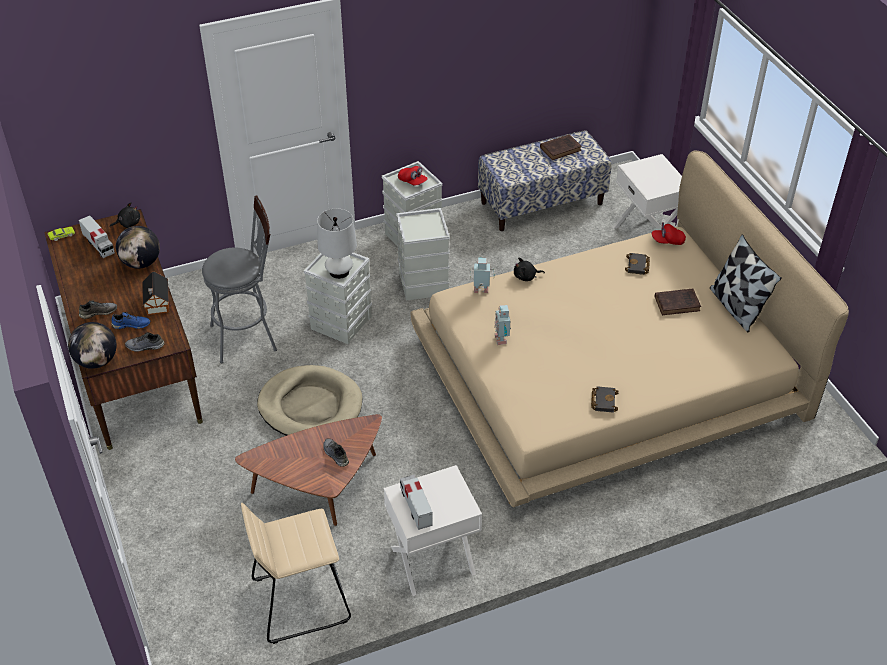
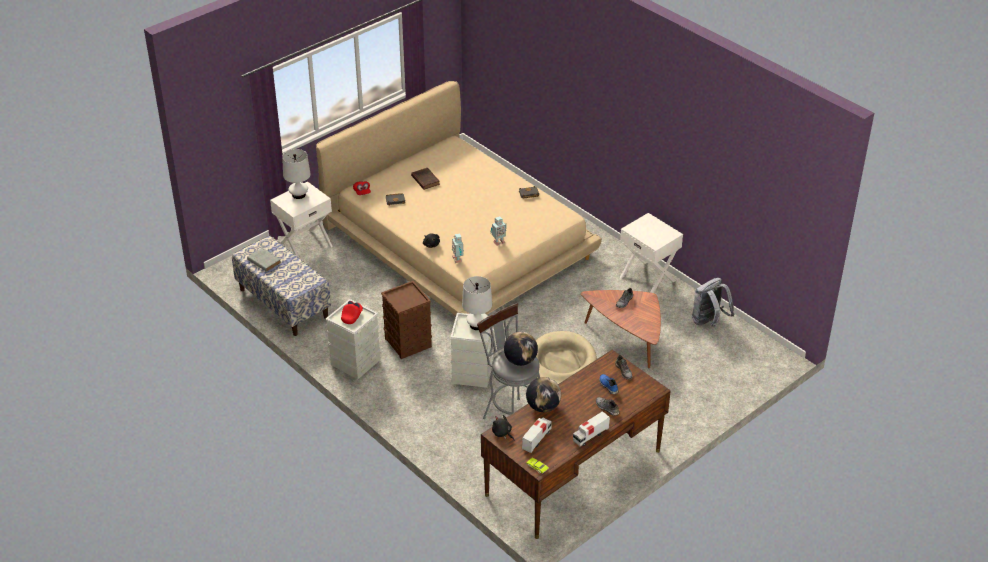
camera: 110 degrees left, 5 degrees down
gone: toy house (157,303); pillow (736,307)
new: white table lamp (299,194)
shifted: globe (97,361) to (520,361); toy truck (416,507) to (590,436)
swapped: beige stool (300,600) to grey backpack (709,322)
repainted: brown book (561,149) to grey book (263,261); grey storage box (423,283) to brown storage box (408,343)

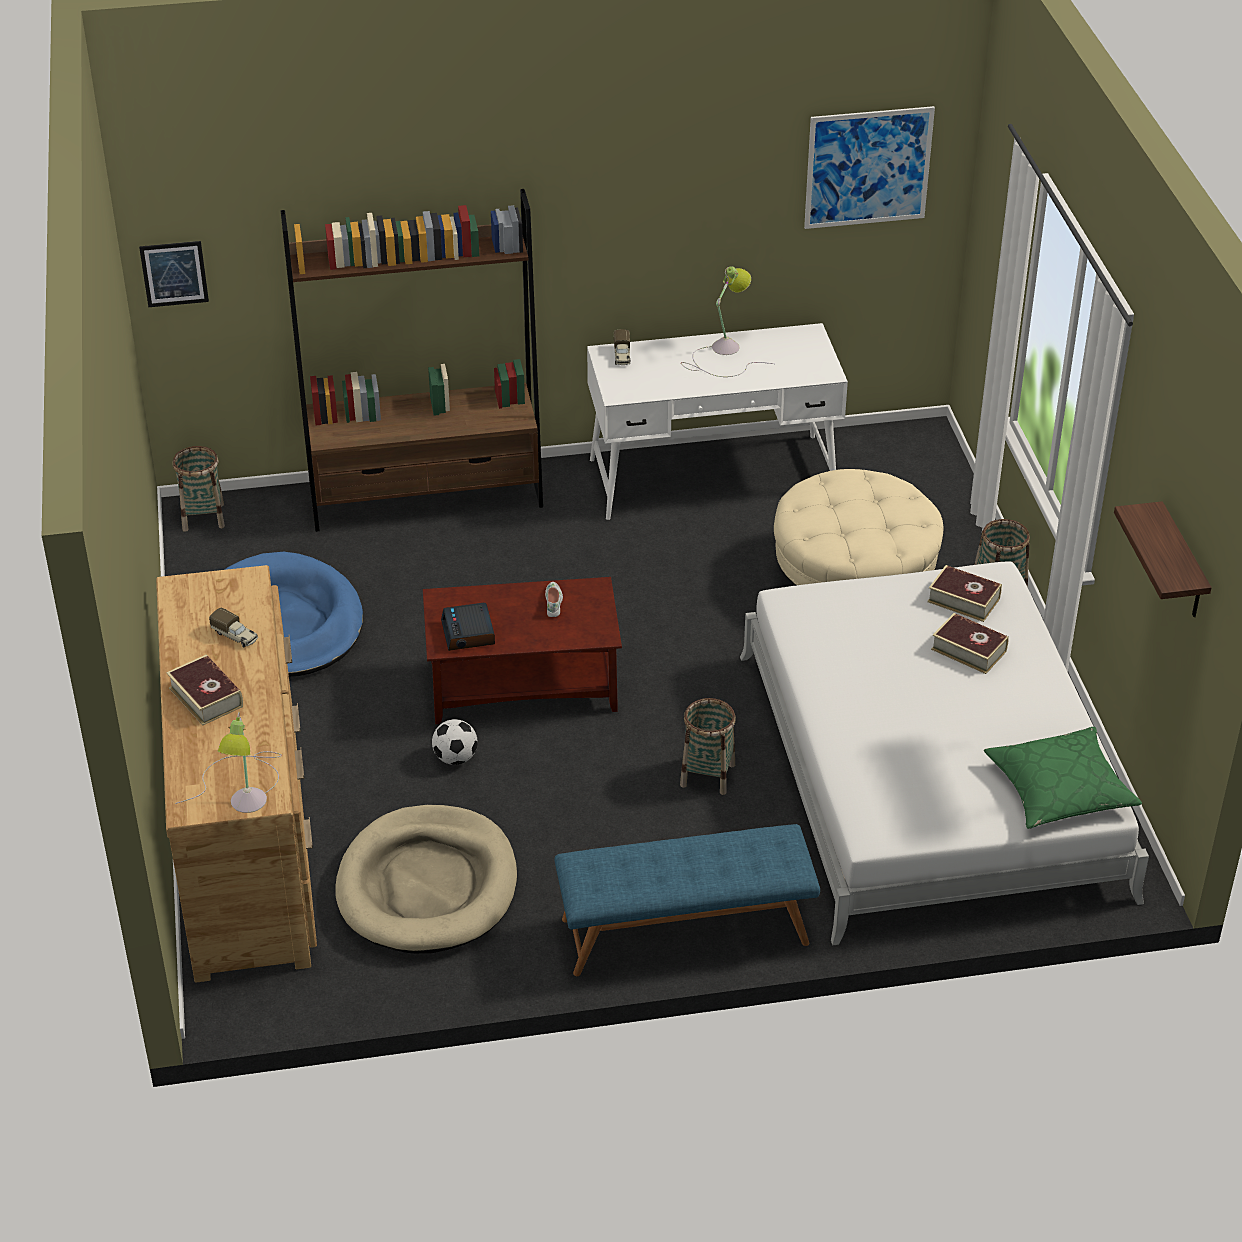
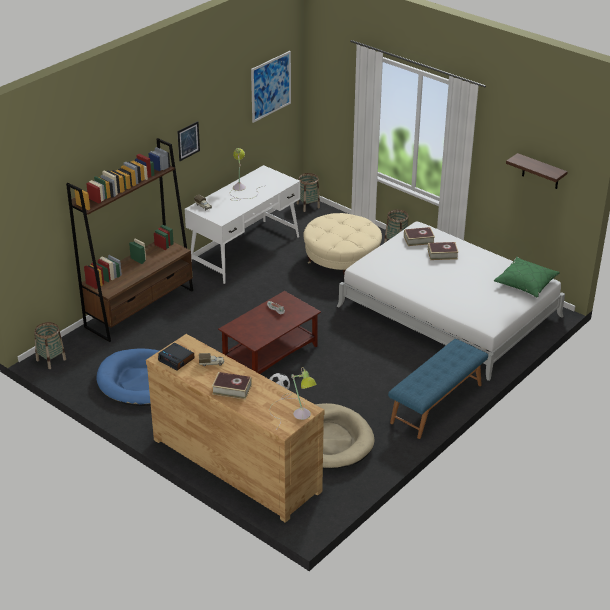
camera: 40 degrees left, 5 degrees down
shifted: alarm clock (469,633) to (176,359); picture (174,273) to (188,141); basket (708,775) to (308,205)

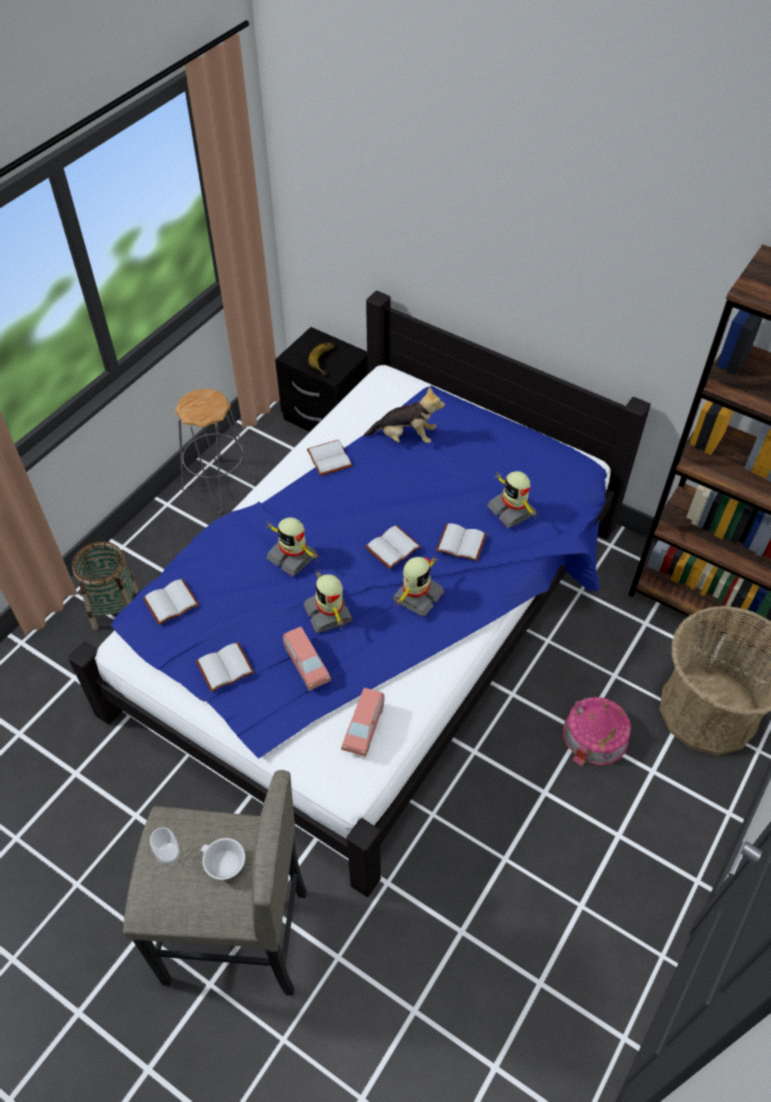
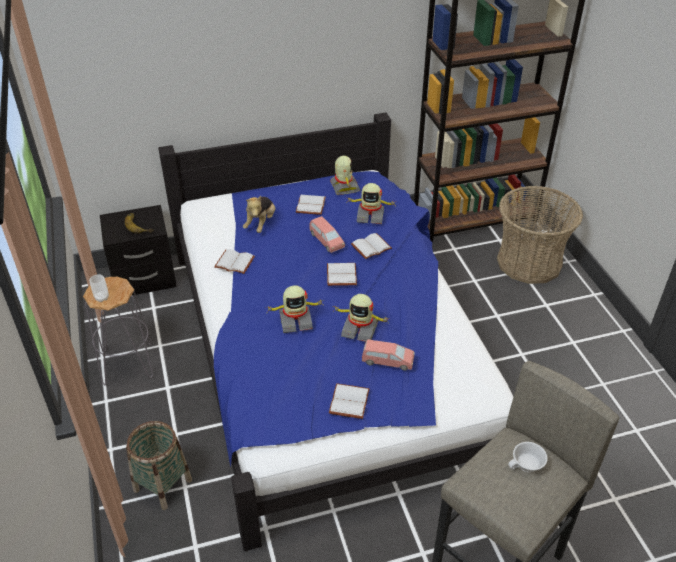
camera: 50 degrees left, 10 degrees down
gone: toy house (595,735)
shifted: cup (168,854) to (102,298); white book (171,604) to (311,206); pink toy car (364,727) to (326,240); toy robot (416,596) to (344,187)
rotated: plush toy (405,437) = (261,223) 150 degrees clockwise

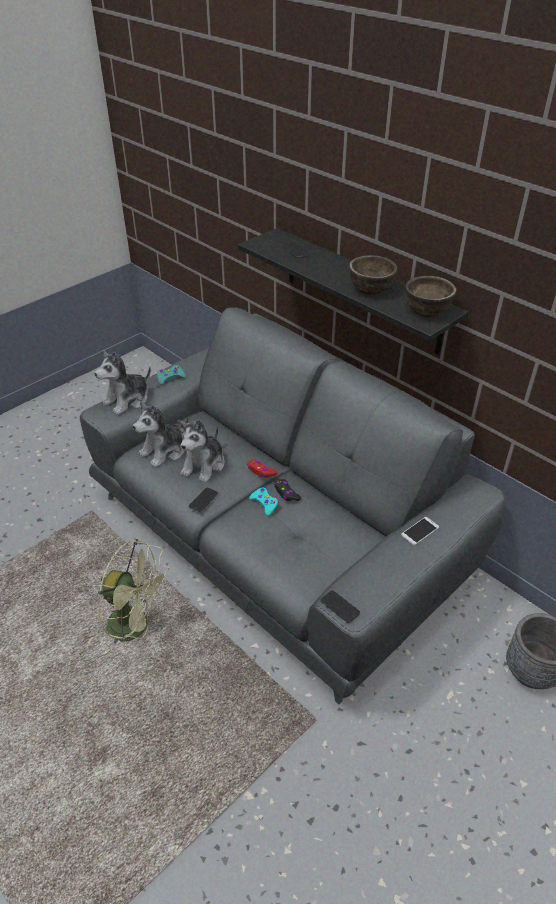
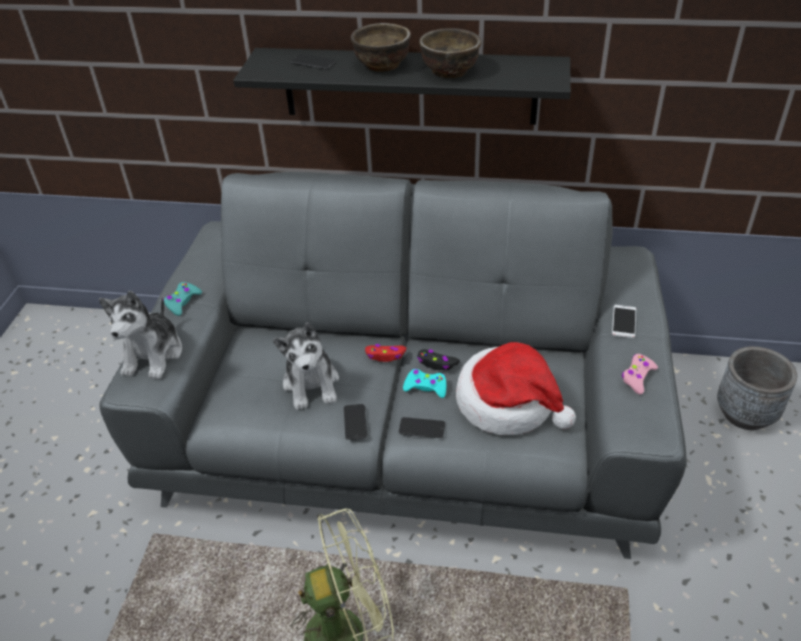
camera: 35 degrees left, 0 degrees up
gone: plush toy (164,451)
new: hat (508,403); pink game controller (637,377)
shifted: brown bowl (427,310) to (382,65); phone (340,607) to (422,428)

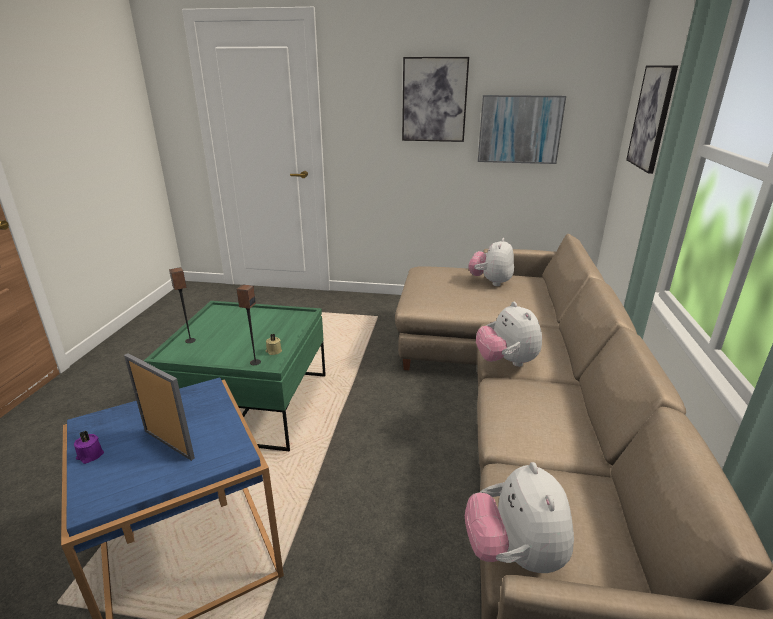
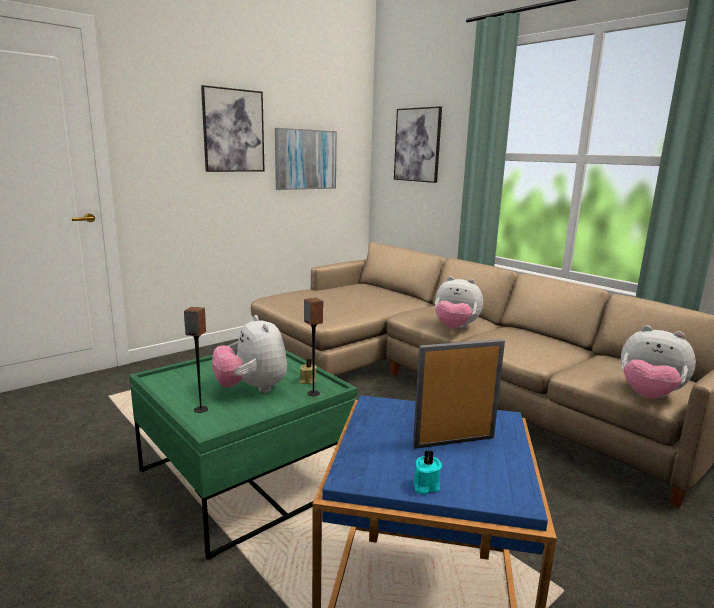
camera: 50 degrees left, 10 degrees down
shifted: plush toy (490,282) to (252,389)
repainted: purple candle (90,455) to turquoise candle (425,486)

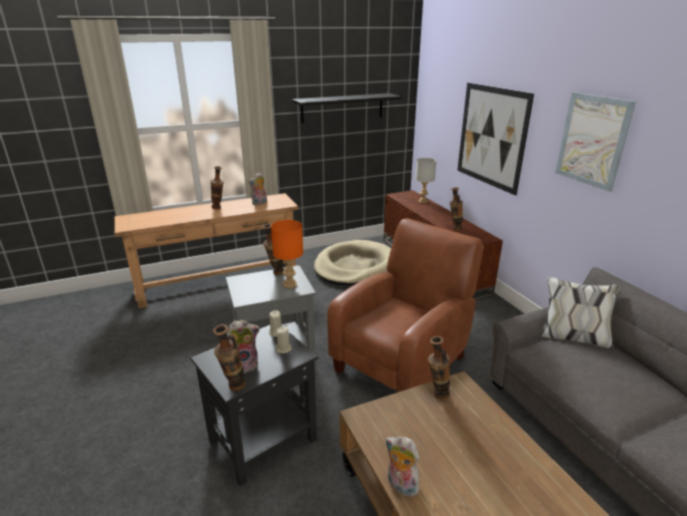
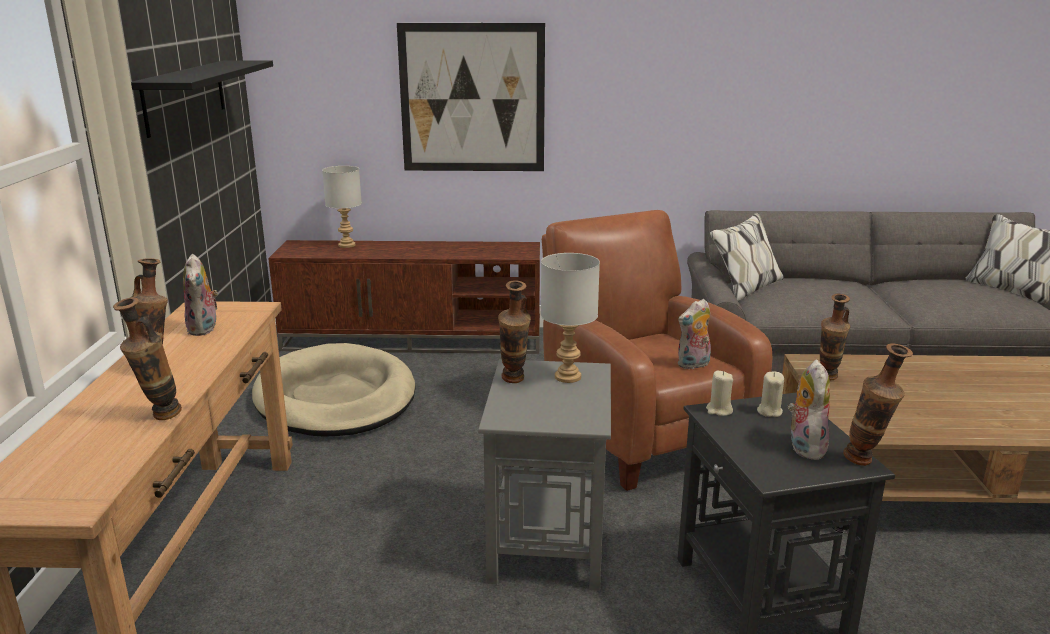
camera: 65 degrees left, 5 degrees down
gone: picture (592,140)
shifted: vase (454,229) to (158,418); plush toy (400,485) to (693,365)
repainted: orange table lamp (289,285) to grey table lamp (568,377)

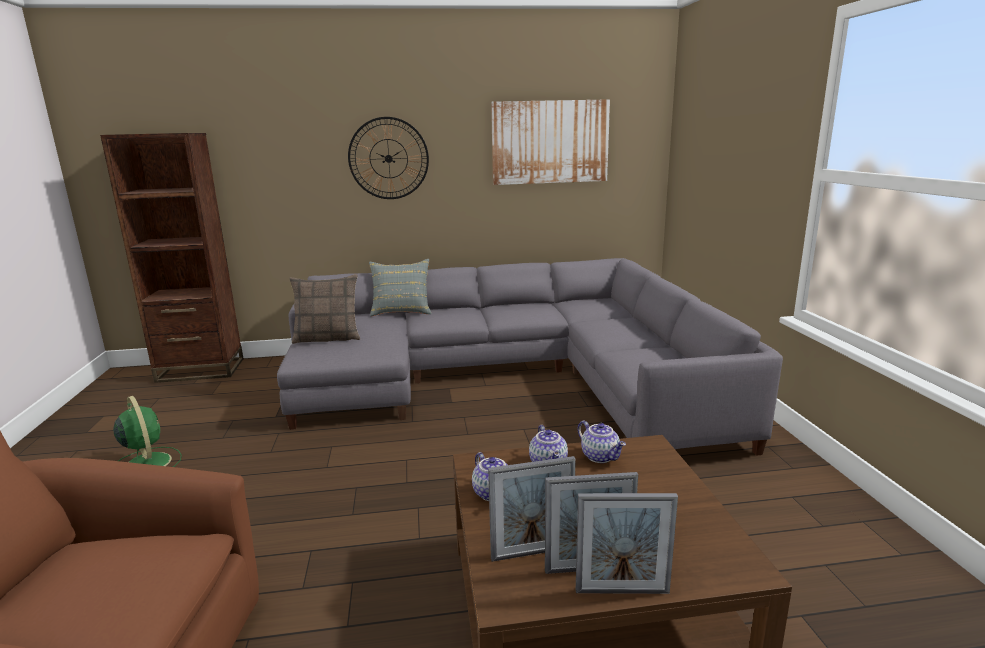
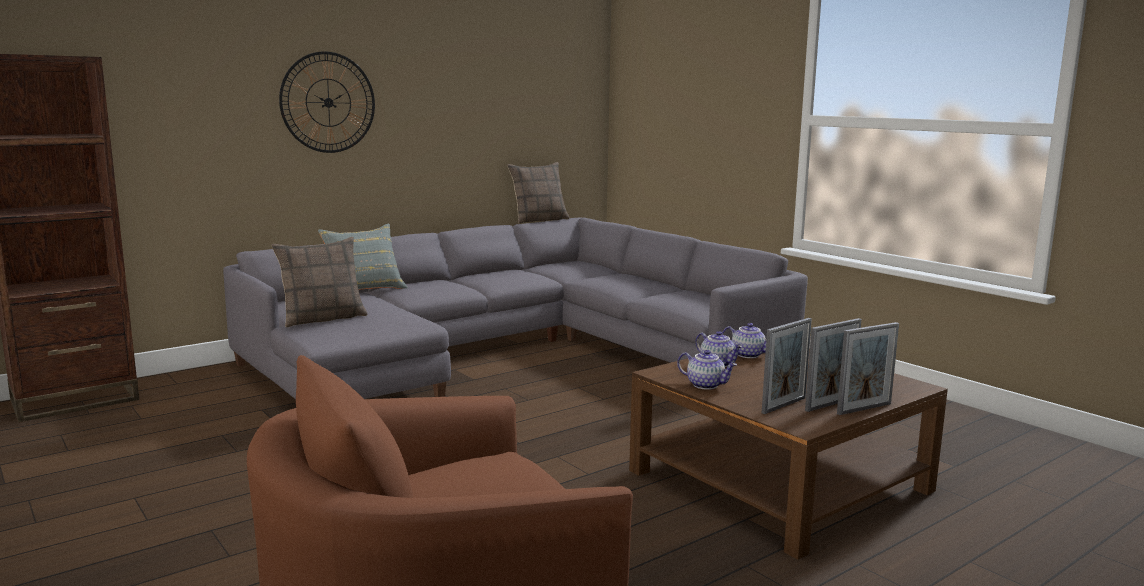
camera: 30 degrees left, 5 degrees down
gone: green fan (147,463); picture (550,142)
new: pillow (539,220)

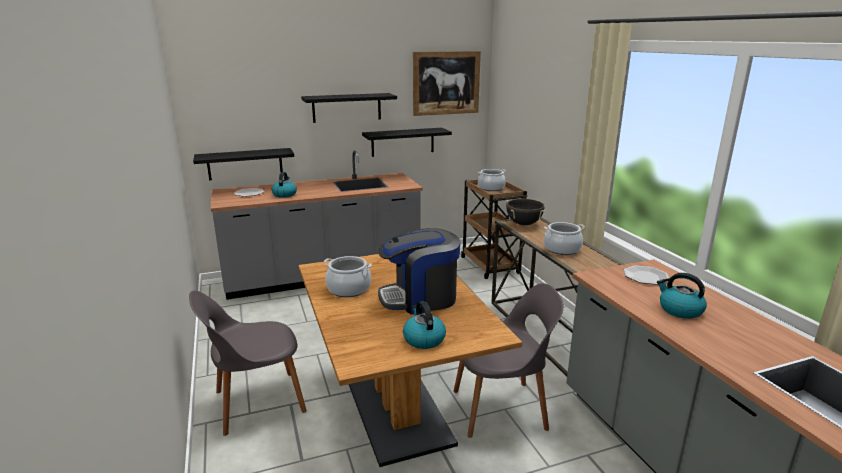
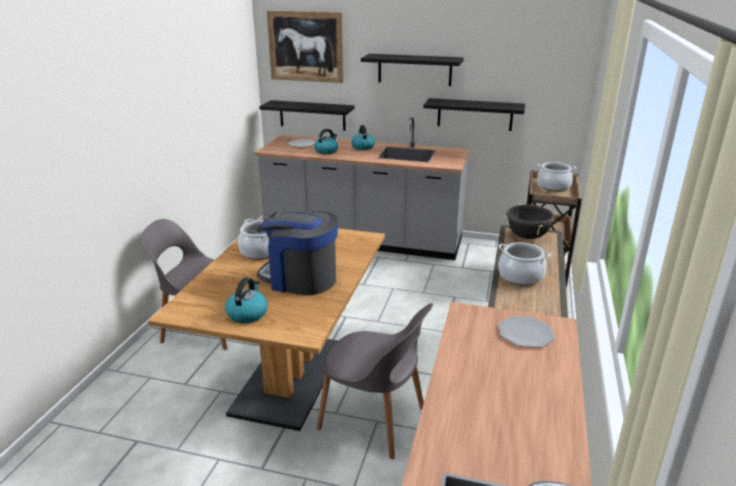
camera: 35 degrees right, 5 degrees up
shifted: picture (446,83) to (306,46); kettle (679,310) to (362,147)

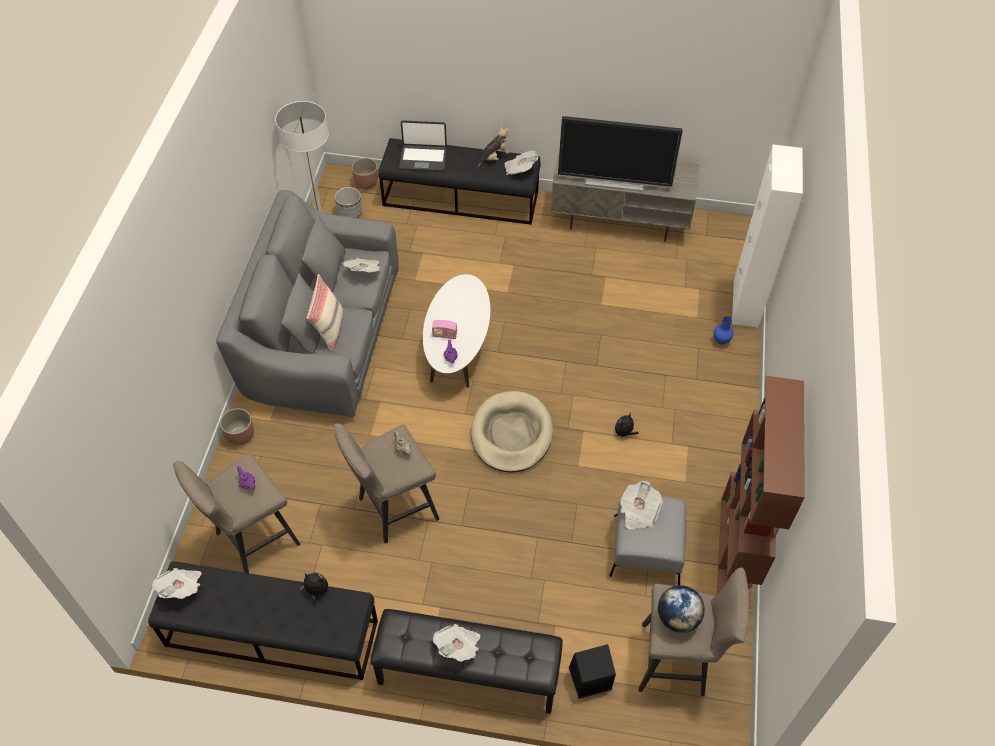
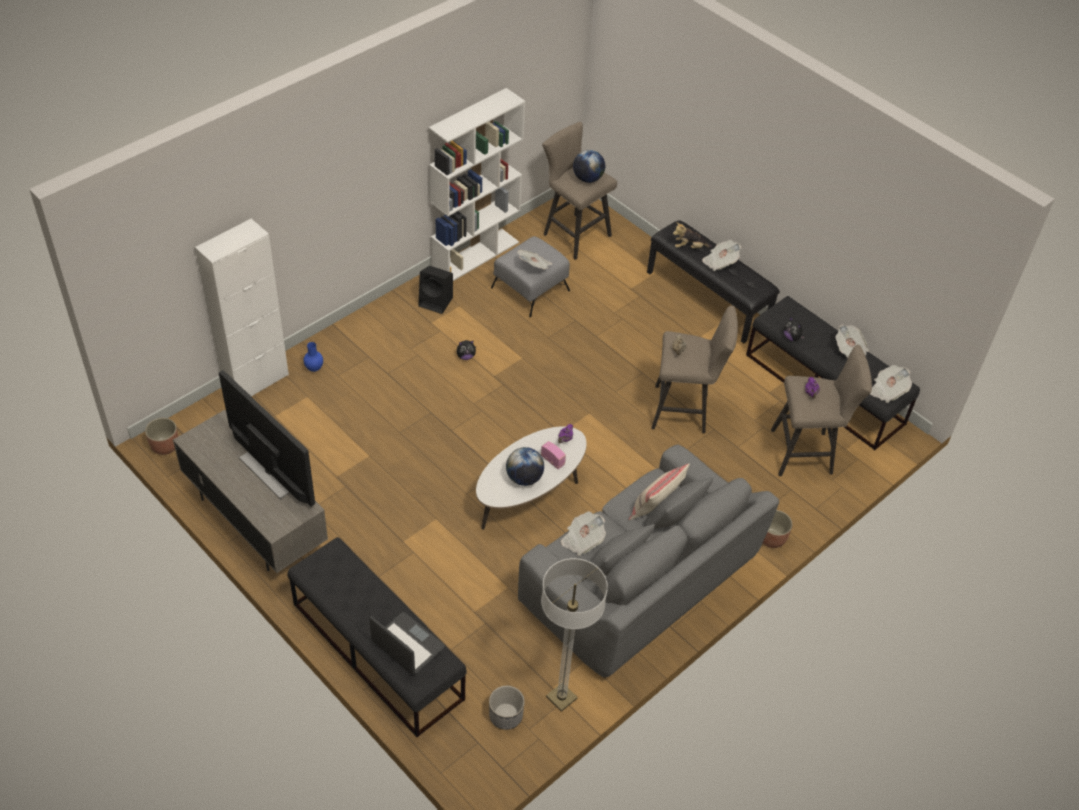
camera: 145 degrees left, 5 degrees down
gone: beige dog bed (511,434)
new: globe (524,478)
shifted: planter (366,183) to (165,446); black speaker (588,679) to (436,302); plush toy (494,157) to (689,247); newspaper (520,169) to (850,351)
repainted: brown bookcase (736,552) to white bookcase (475,255)

